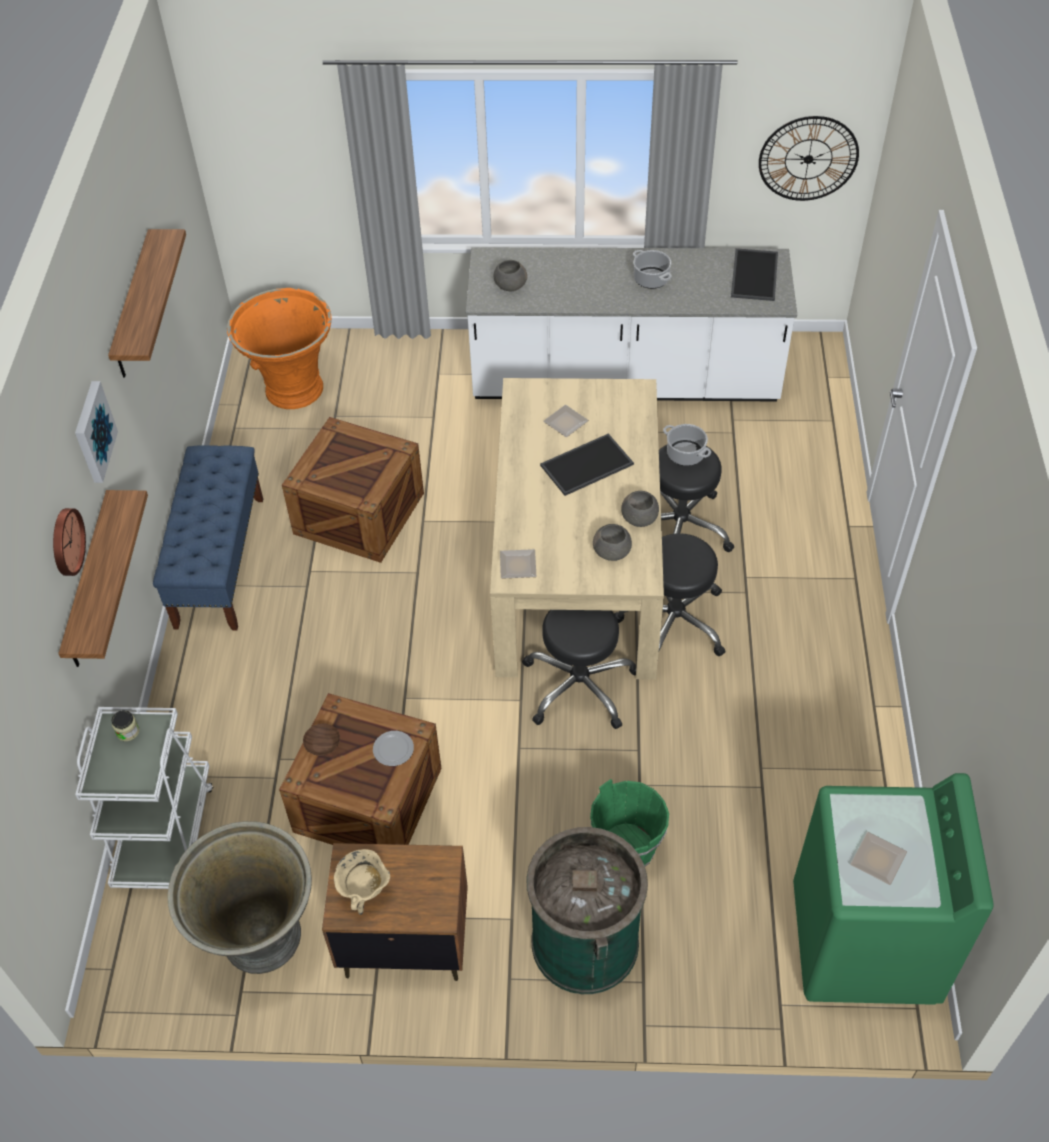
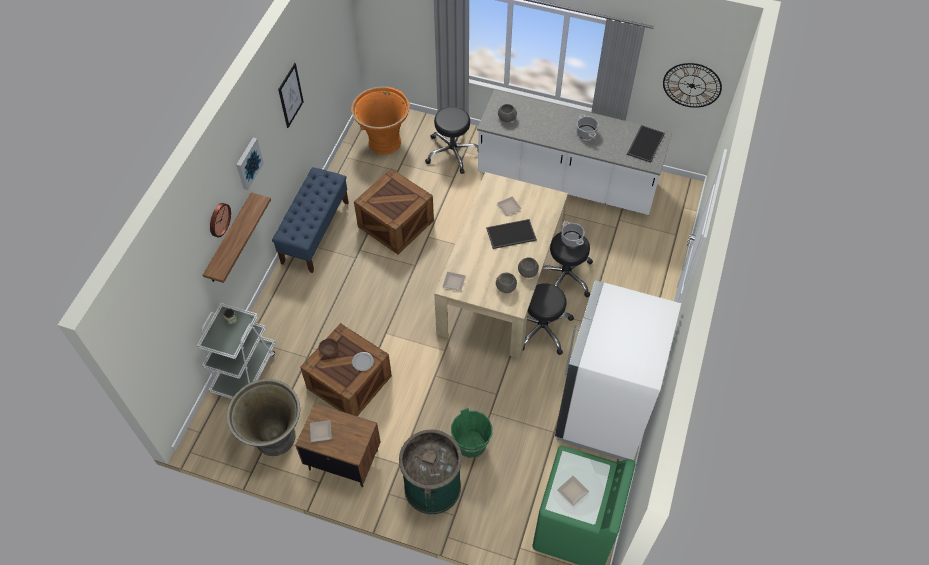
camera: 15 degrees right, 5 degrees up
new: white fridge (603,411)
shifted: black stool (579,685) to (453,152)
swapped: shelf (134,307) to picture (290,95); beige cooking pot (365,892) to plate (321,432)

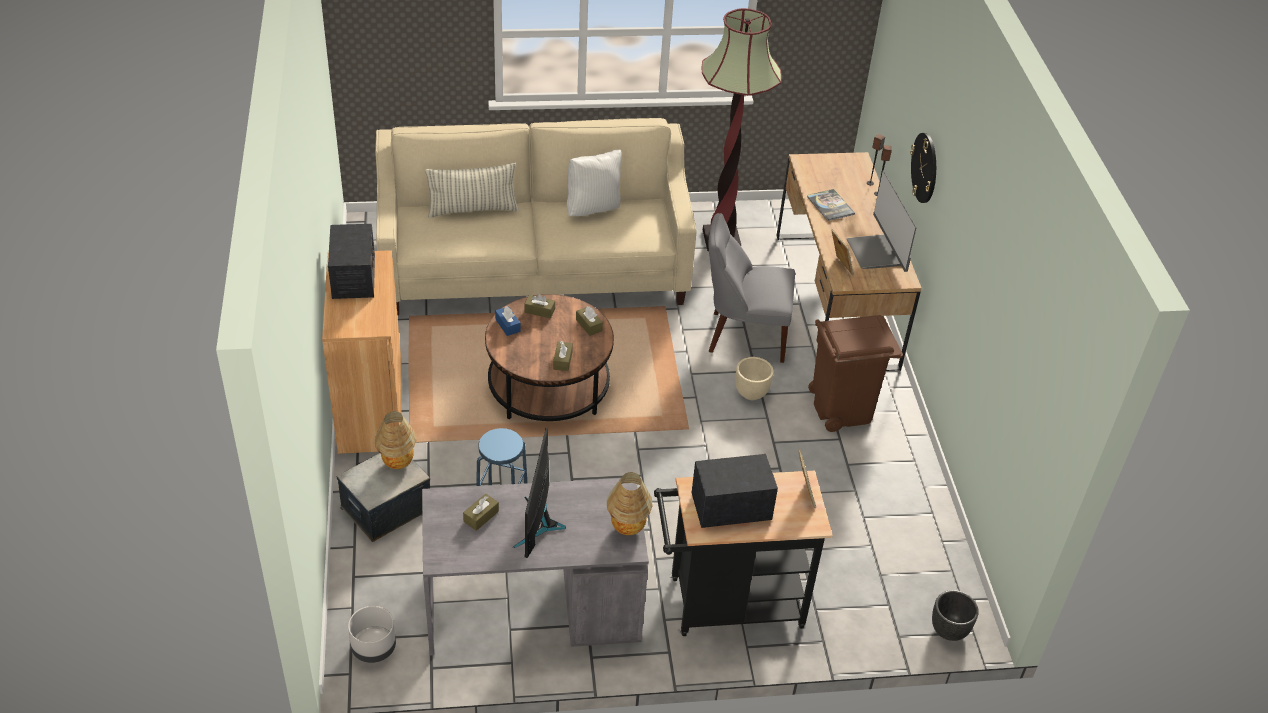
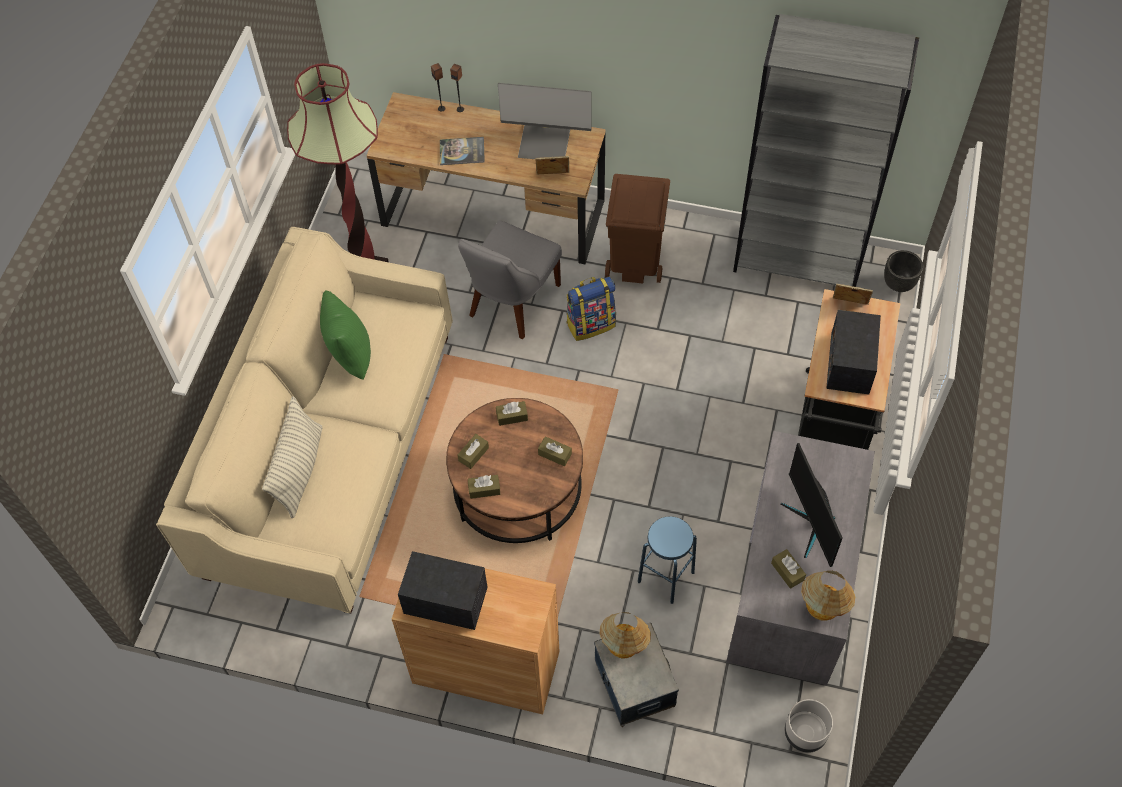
camera: 65 degrees left, 15 degrees up
gone: wall clock (924,167)
new: grey bookcase (798,258)
shifted: table lamp (627,529) to (822,610)
swapped: beige planter (751,393) to backpack (591,324)
repainted: white pillow (593,208) to green pillow (349,356); blue tissue box (507,325) to brown tissue box (484,489)
rotated: monitor (539,525) = (810,525) 45 degrees clockwise

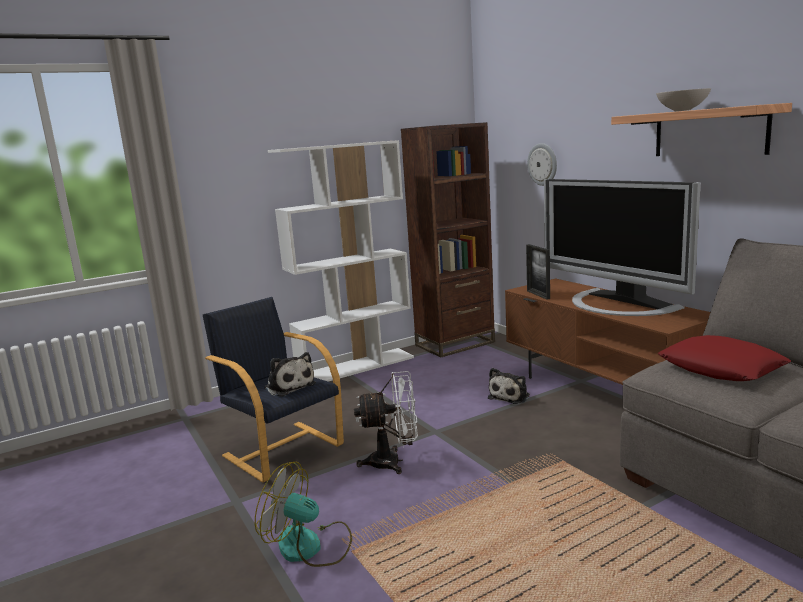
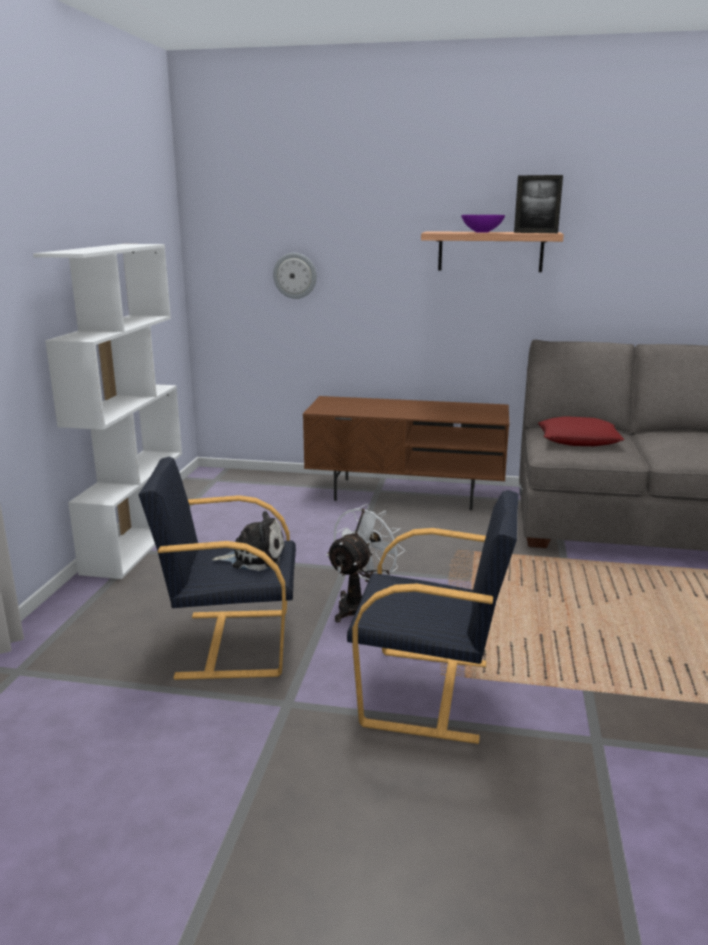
camera: 50 degrees left, 5 degrees up
gone: brown bookcase (455,344); plush toy (510,396); television (616,304)
shifted: picture frame (538,294) to (535,233)
swapped: fan (310,547) to black armchair (429,694)
repainted: white bowl (681,110) to purple bowl (481,232)

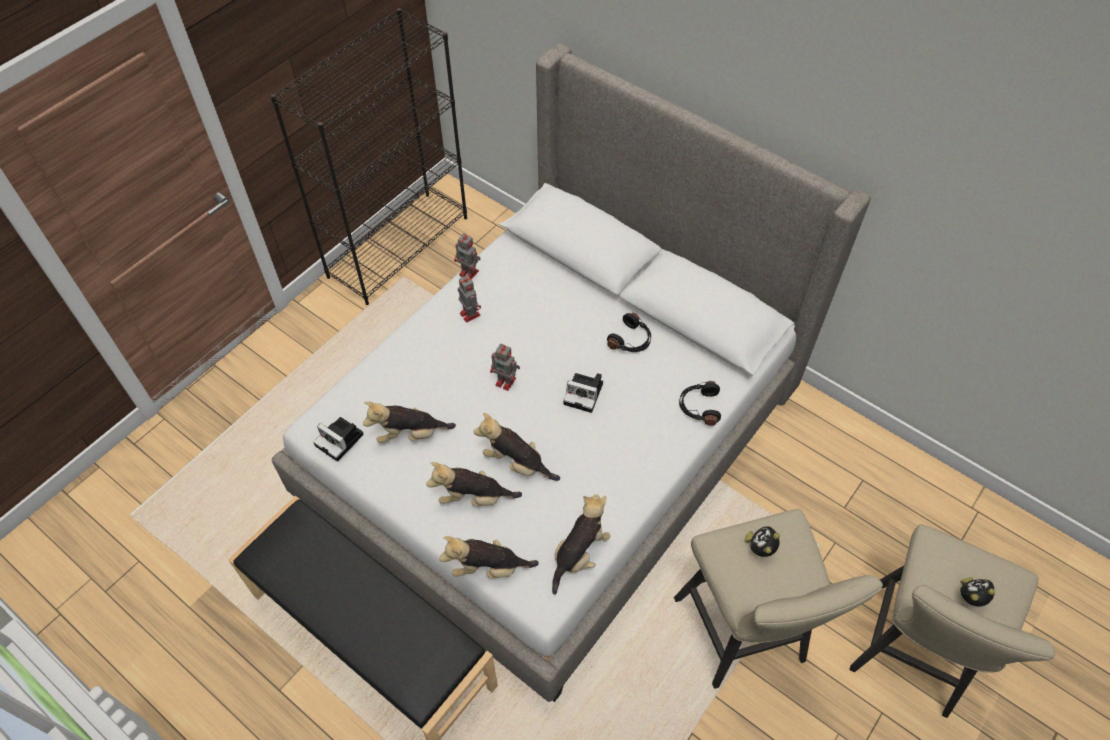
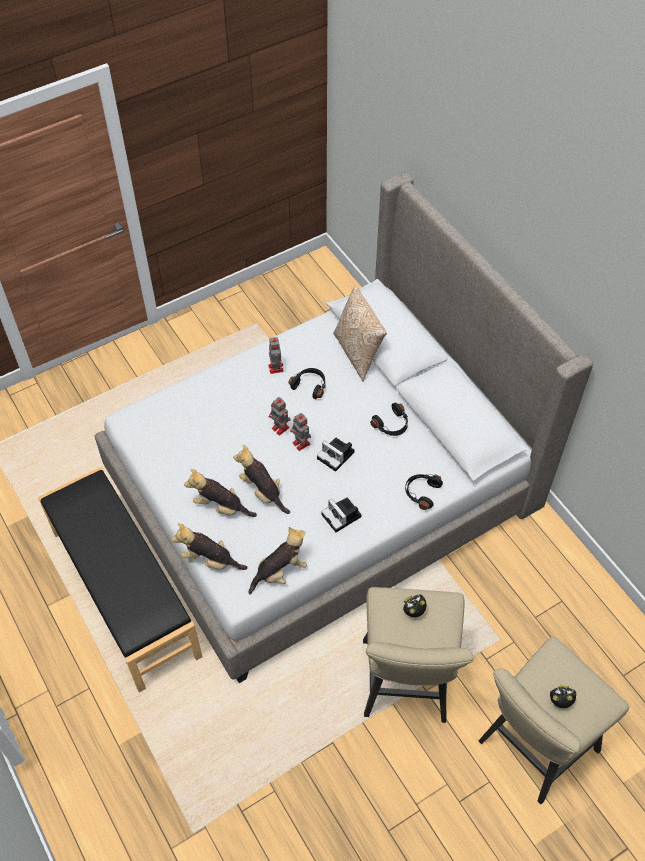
camera: 20 degrees right, 0 degrees up
gone: black bookcase (399,246); plush toy (410,434)
new: black headphones (310,385); pillow (358,353)
shifted: toy robot (469,273) to (302,444); photo camera (341,440) to (342,516)

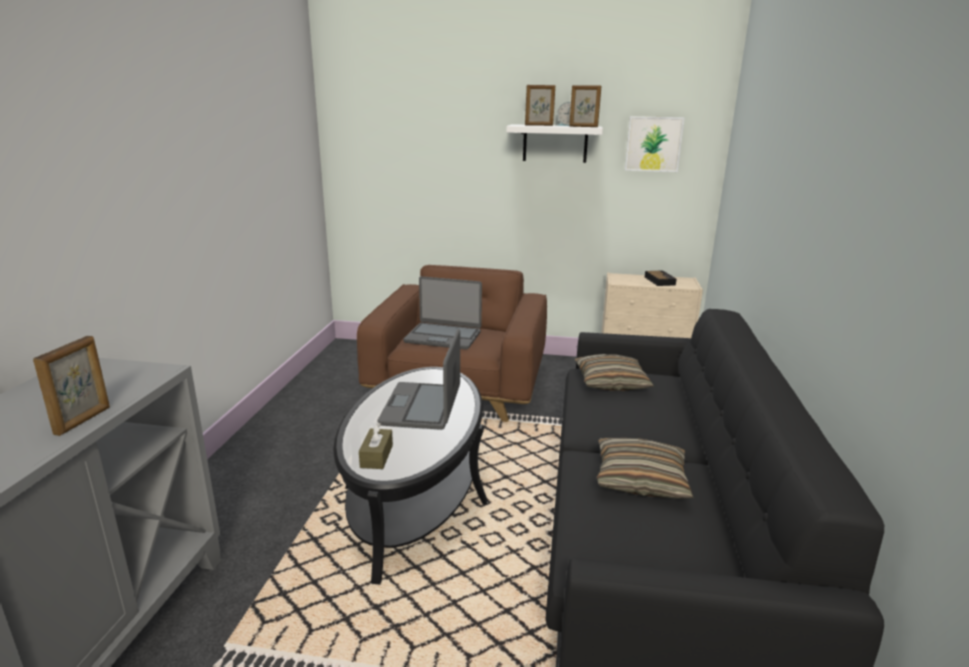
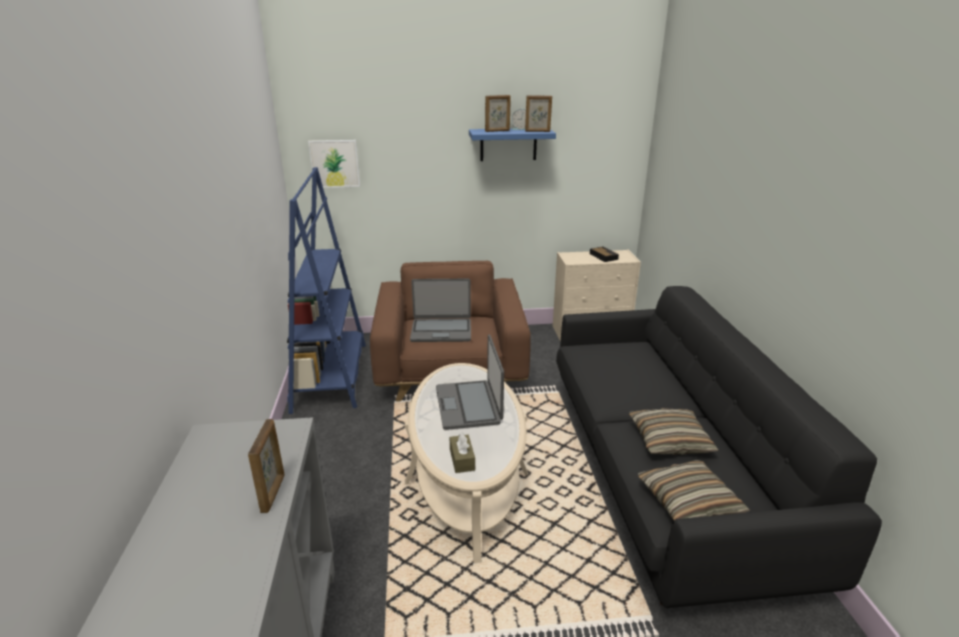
camera: 15 degrees left, 5 degrees up
new: blue bookcase (331,376)
shifted: picture (653,144) to (334,163); pillow (611,382) to (689,502)
repainted: black coffee table (415,495) to beige coffee table (467,478); white shelf (555,143) to blue shelf (508,144)

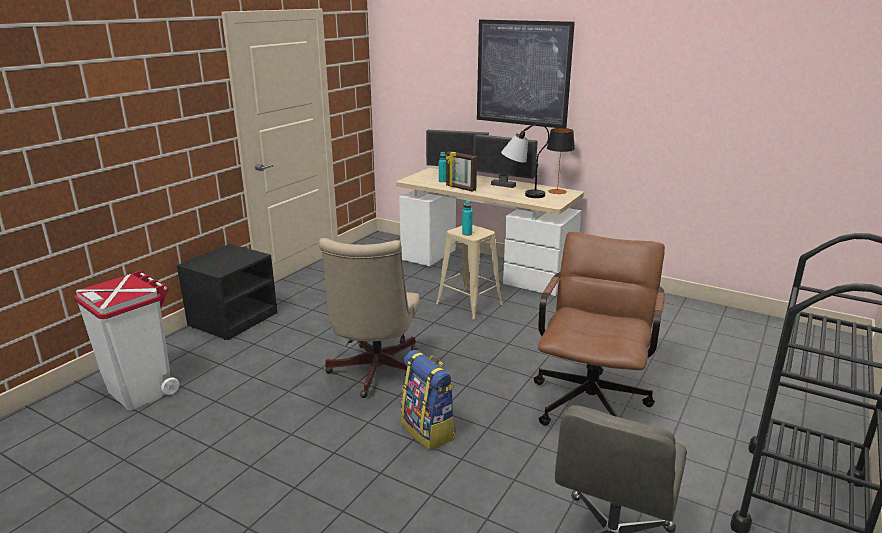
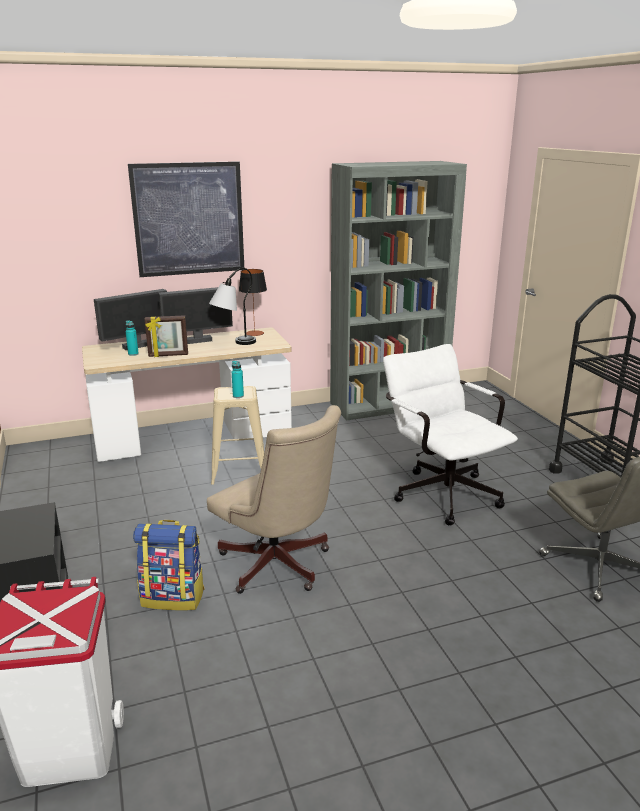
camera: 50 degrees left, 0 degrees up
new: grey bookcase (388,404)
shifted: backpack (429,431) to (173,597)
repainted: brown office chair (591,398) to white office chair (441,491)

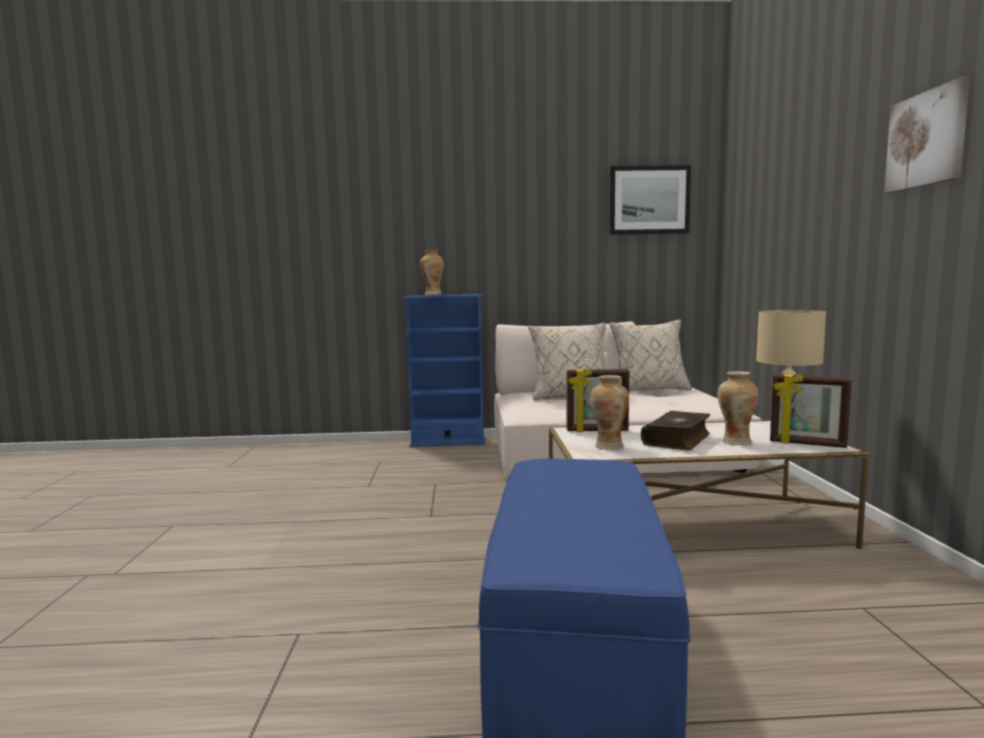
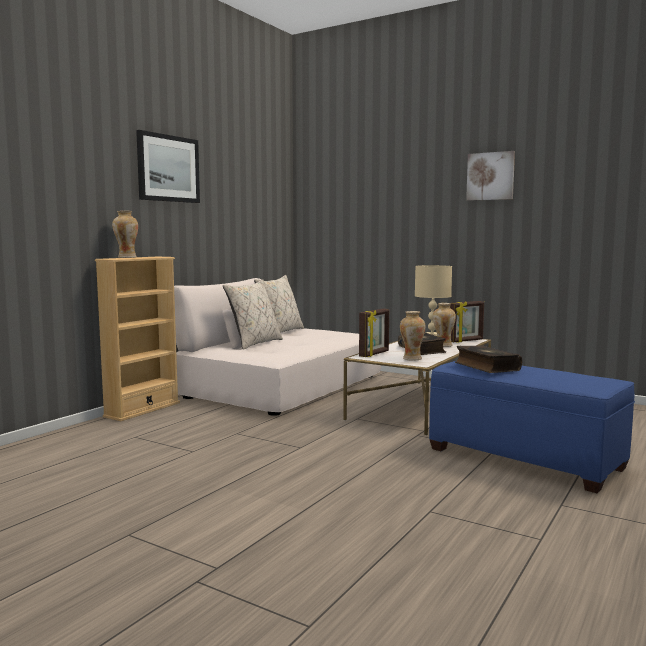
camera: 55 degrees left, 0 degrees up
new: book (486,367)
shifted: picture (649,200) to (168,168)
repainted: blue bookcase (448,442) to beige bookcase (142,409)

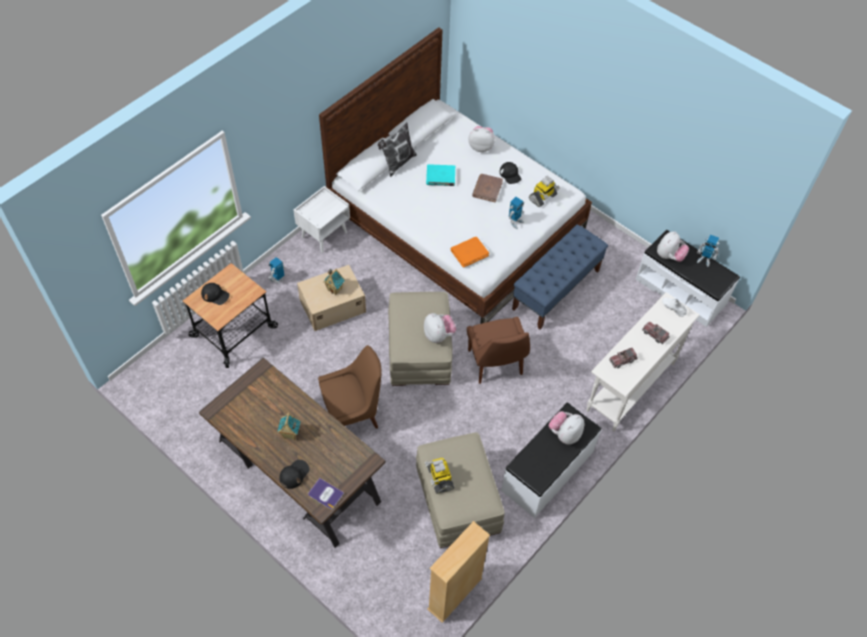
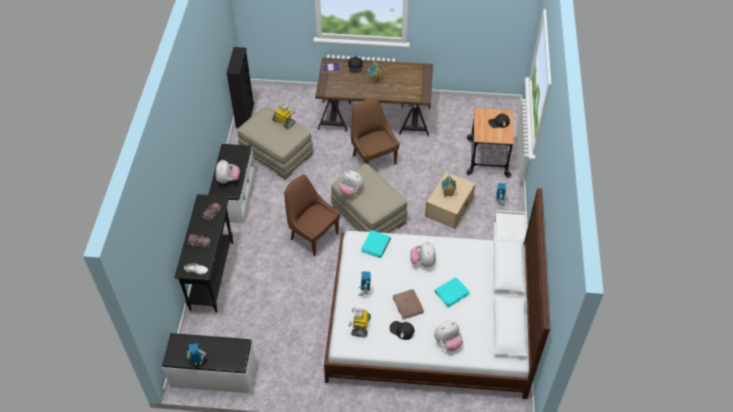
camera: 145 degrees right, 5 degrees down
gone: pillow (398,163); blue bench (556,289)
shifted: plush toy (669,256) to (423,262)
repainted: white console table (630,387) to black console table (212,275); beige bookcase (455,594) to black bookcase (245,115); orange book (469,253) to turquoise book (376,245)
rotated: brown chair (353,414) = (373,158) 120 degrees clockwise

